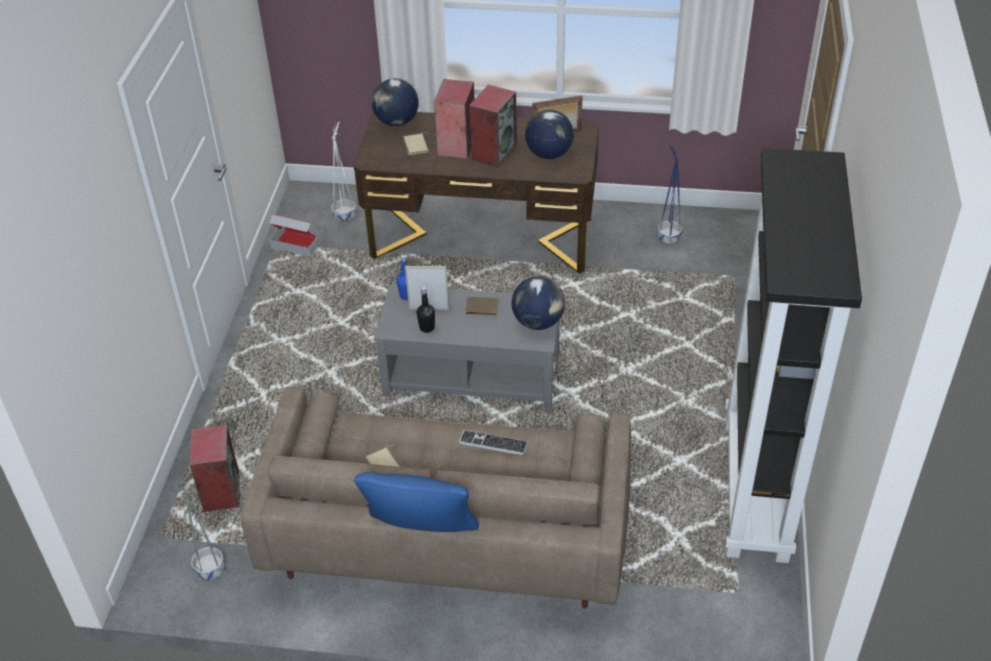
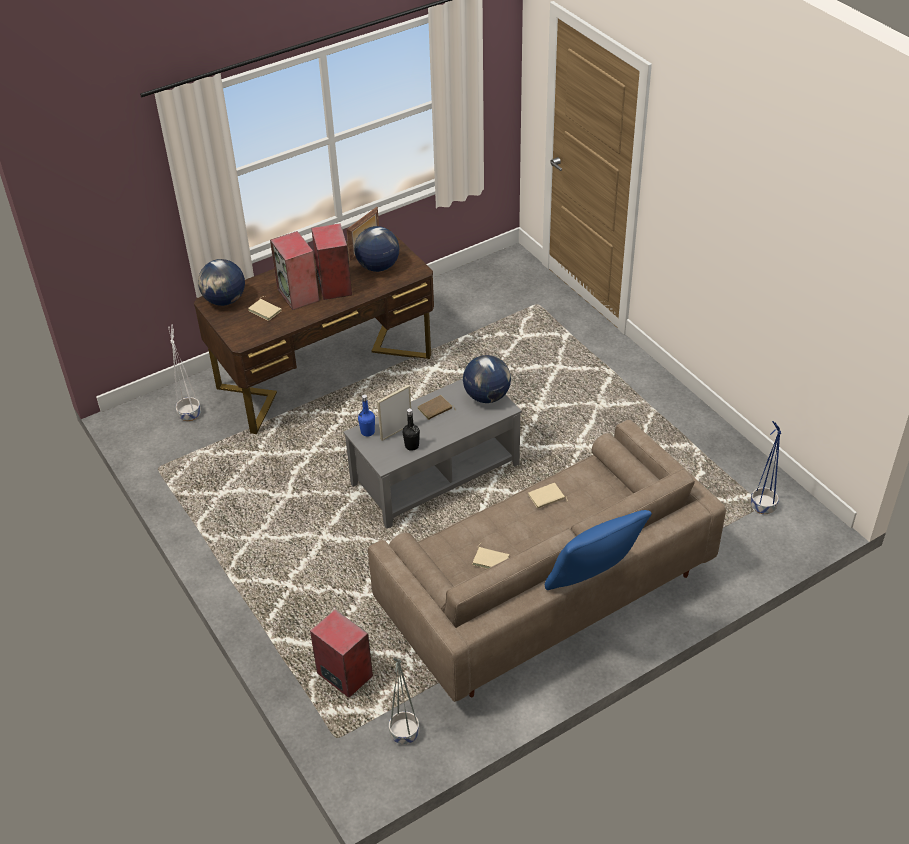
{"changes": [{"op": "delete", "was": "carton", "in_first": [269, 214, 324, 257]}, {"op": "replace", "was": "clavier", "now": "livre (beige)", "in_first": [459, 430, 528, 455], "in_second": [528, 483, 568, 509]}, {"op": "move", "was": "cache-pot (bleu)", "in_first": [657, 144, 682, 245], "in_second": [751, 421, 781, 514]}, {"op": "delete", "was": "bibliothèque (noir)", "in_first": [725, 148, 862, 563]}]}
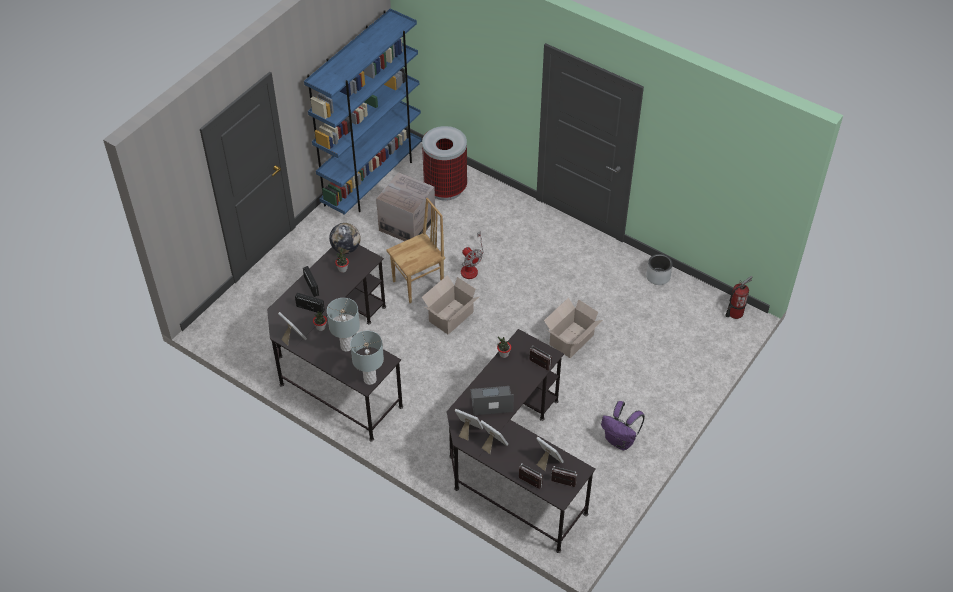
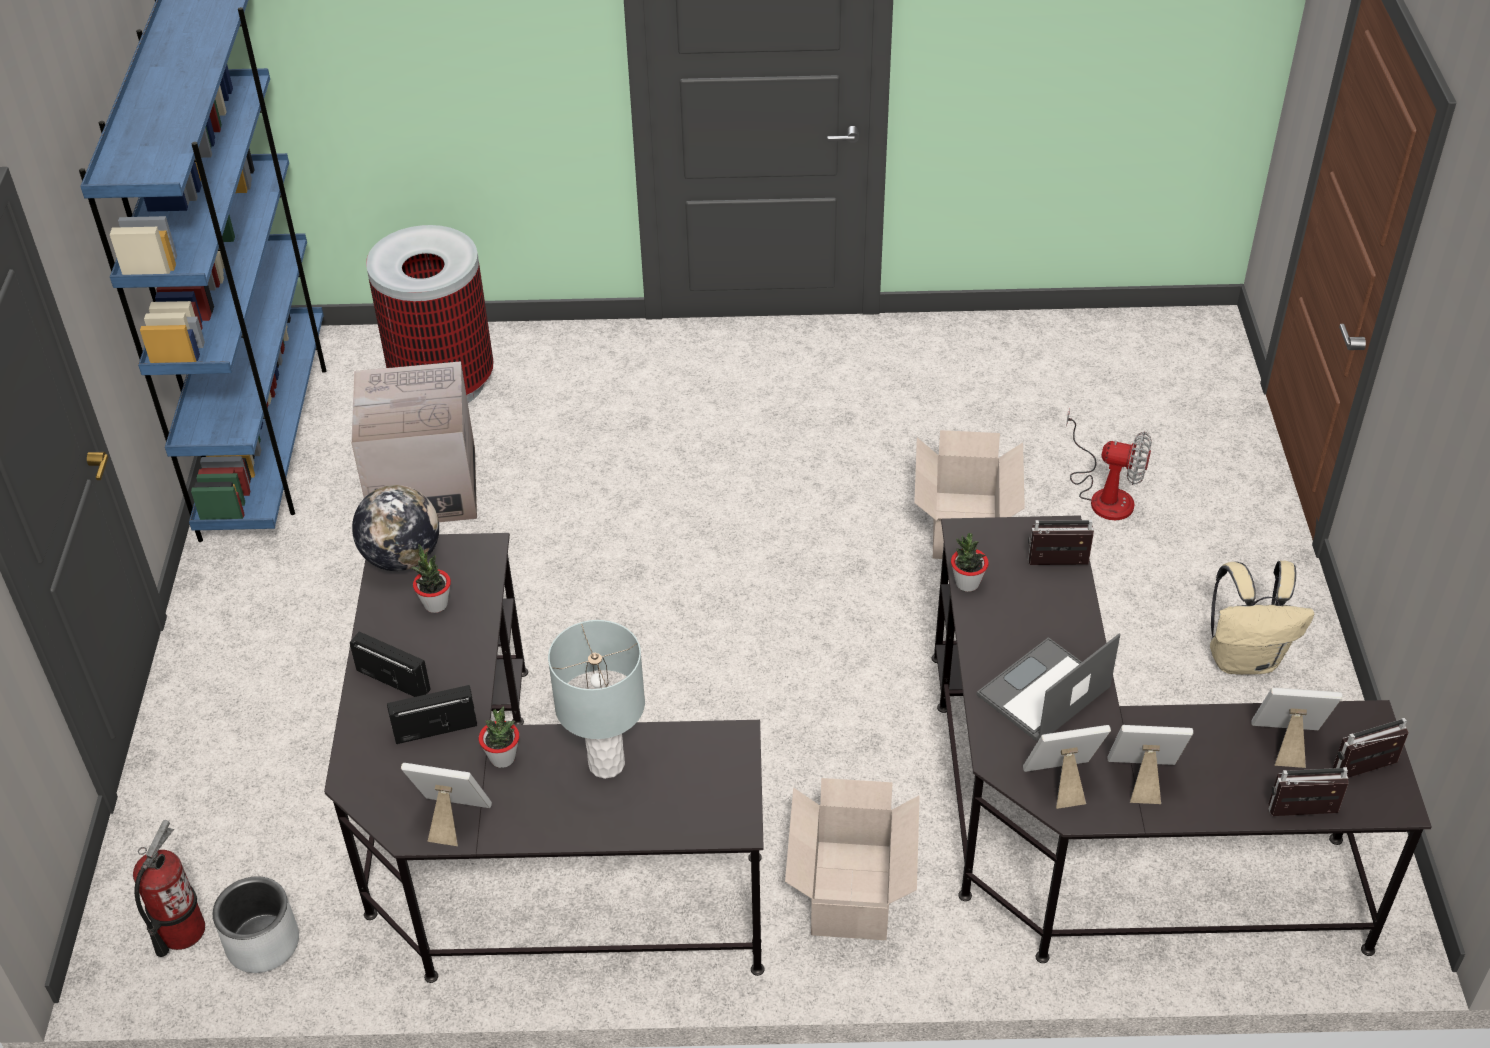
{"changes": [{"op": "delete", "was": "lampe de table (gris)", "in_first": [350, 331, 384, 385]}, {"op": "delete", "was": "chaise (marron)", "in_first": [387, 198, 445, 303]}, {"op": "move", "was": "carton", "in_first": [422, 275, 479, 335], "in_second": [785, 778, 920, 940]}, {"op": "move", "was": "ventilateur", "in_first": [461, 231, 483, 279], "in_second": [1066, 409, 1152, 520]}, {"op": "recolor", "was": "sac à dos (violet)", "now": "sac à dos (beige)", "in_first": [601, 401, 645, 450], "in_second": [1210, 561, 1314, 675]}, {"op": "move", "was": "cache-pot (gris)", "in_first": [646, 254, 673, 285], "in_second": [213, 876, 299, 973]}, {"op": "move", "was": "extincteur", "in_first": [725, 276, 753, 319], "in_second": [133, 820, 205, 957]}]}
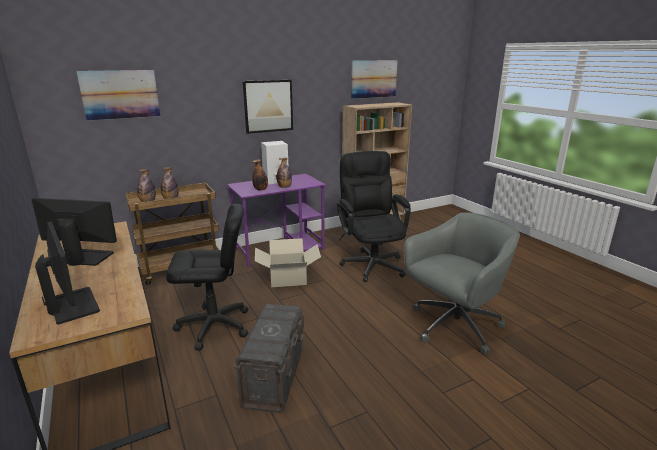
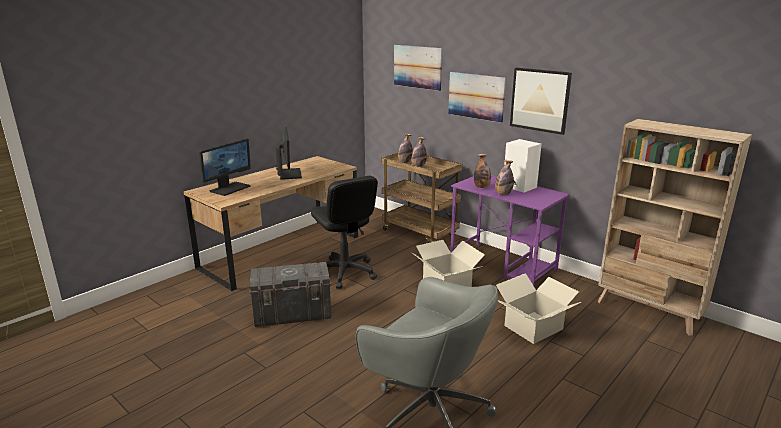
{"changes": [{"op": "replace", "was": "chaise de bureau (noir)", "now": "carton", "in_first": [337, 151, 411, 282], "in_second": [496, 273, 581, 344]}, {"op": "move", "was": "tableau", "in_first": [351, 60, 398, 99], "in_second": [448, 72, 506, 123]}]}
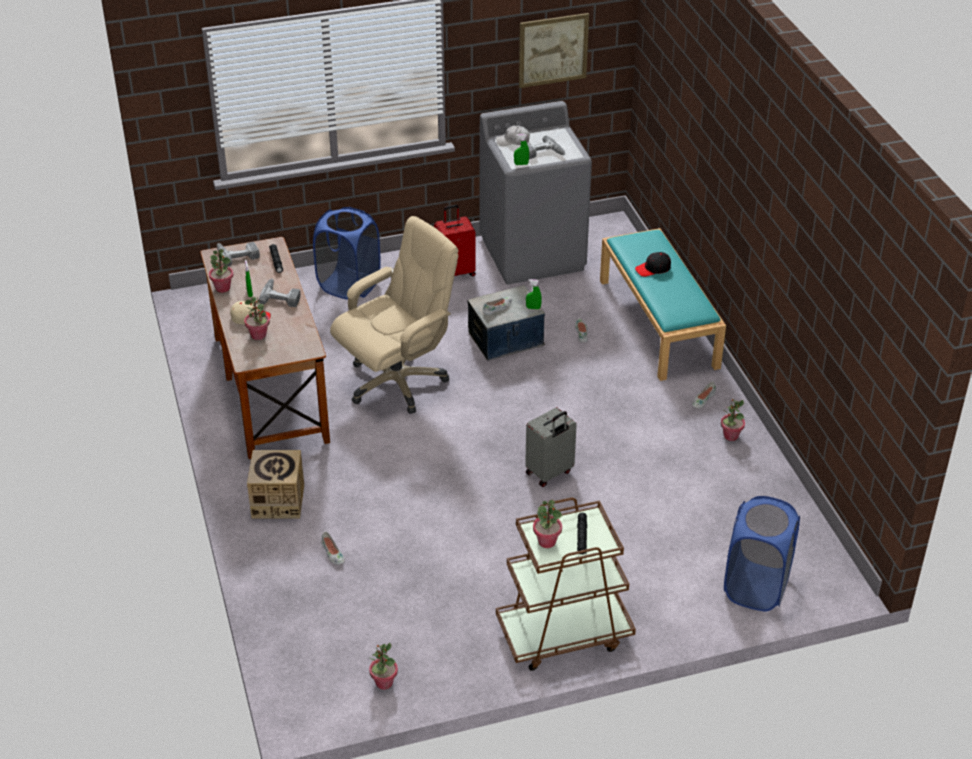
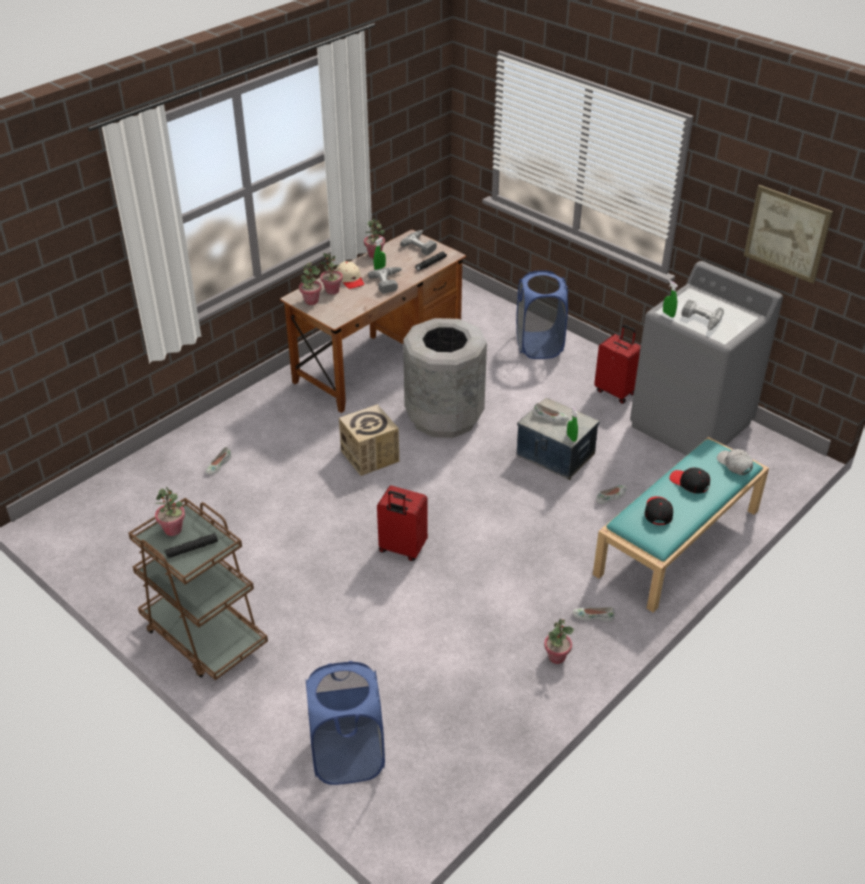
{"changes": [{"op": "move", "was": "carton", "in_first": [247, 450, 304, 519], "in_second": [339, 404, 399, 476]}, {"op": "replace", "was": "chaise de bureau (beige)", "now": "poubelle (gris)", "in_first": [330, 216, 459, 414], "in_second": [403, 318, 487, 438]}, {"op": "move", "was": "plante en pot", "in_first": [369, 643, 398, 690], "in_second": [299, 263, 322, 305]}, {"op": "move", "was": "casquette (blanc)", "in_first": [496, 125, 530, 146], "in_second": [717, 449, 753, 475]}, {"op": "recolor", "was": "valise (gris)", "now": "valise (rouge)", "in_first": [525, 407, 577, 487], "in_second": [377, 486, 428, 561]}, {"op": "insert", "now": "casquette (noir)", "in_second": [645, 496, 673, 525]}]}
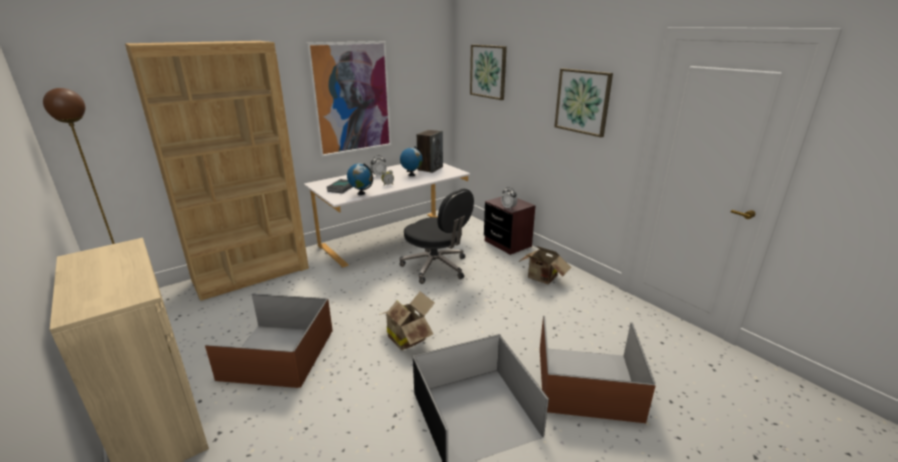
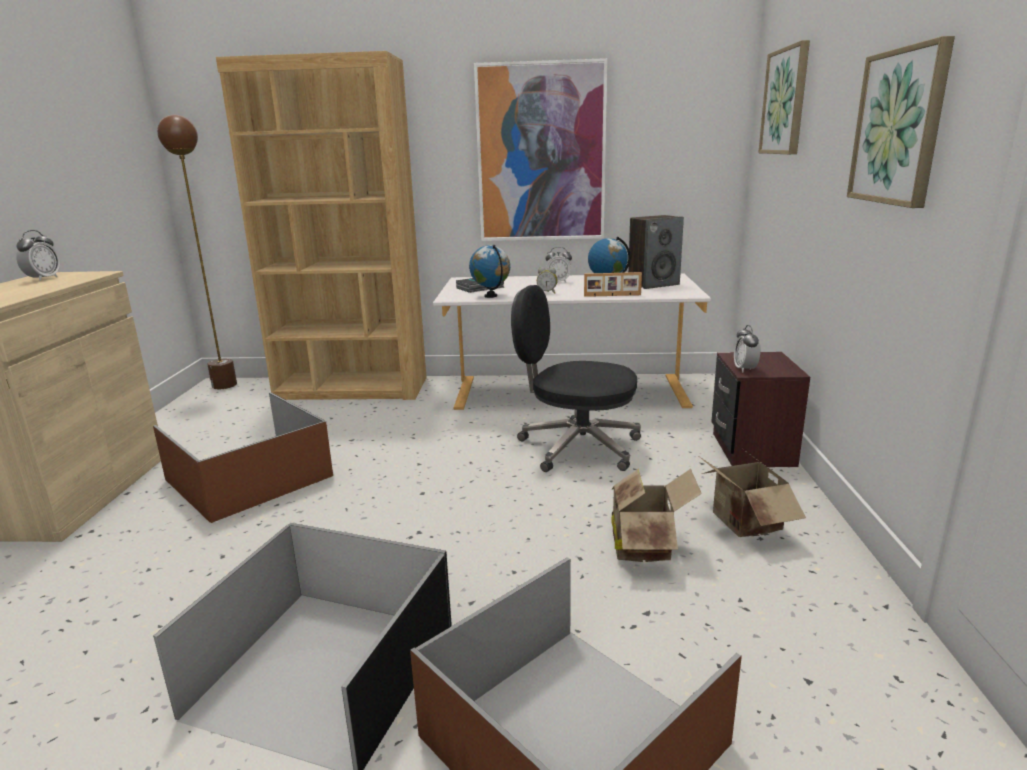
{"changes": [{"op": "move", "was": "carton", "in_first": [379, 291, 435, 350], "in_second": [611, 469, 702, 562]}, {"op": "rotate", "was": "chaise de bureau (noir)", "in_first": [400, 189, 474, 284], "in_second": [511, 285, 641, 472], "clockwise": 120}, {"op": "insert", "now": "réveil", "in_second": [16, 230, 60, 281]}, {"op": "insert", "now": "cadre photo", "in_second": [584, 272, 642, 297]}]}
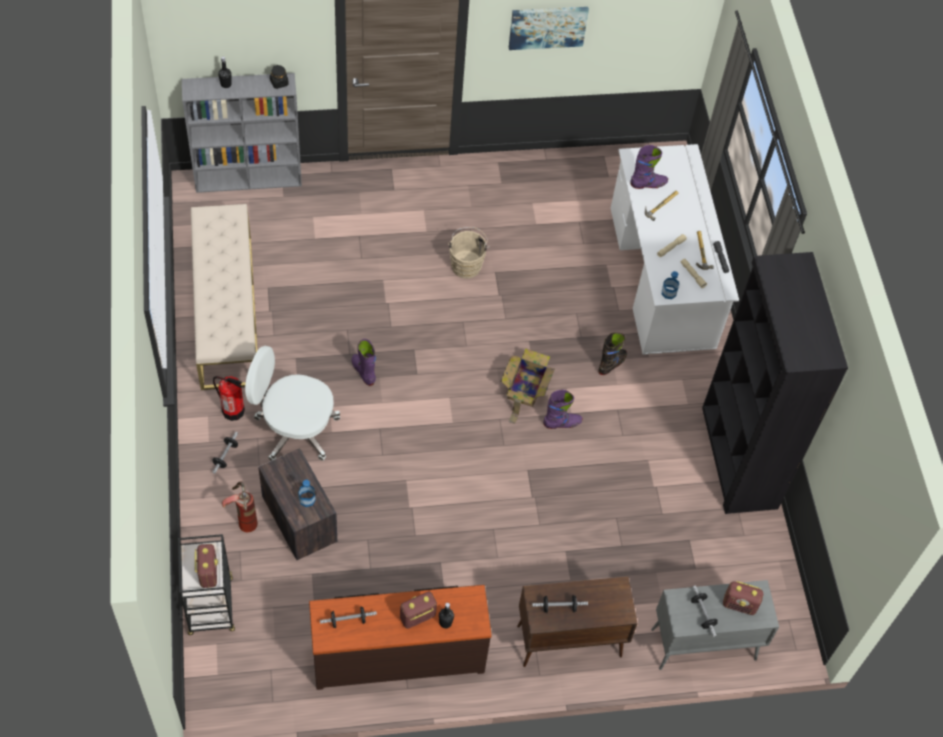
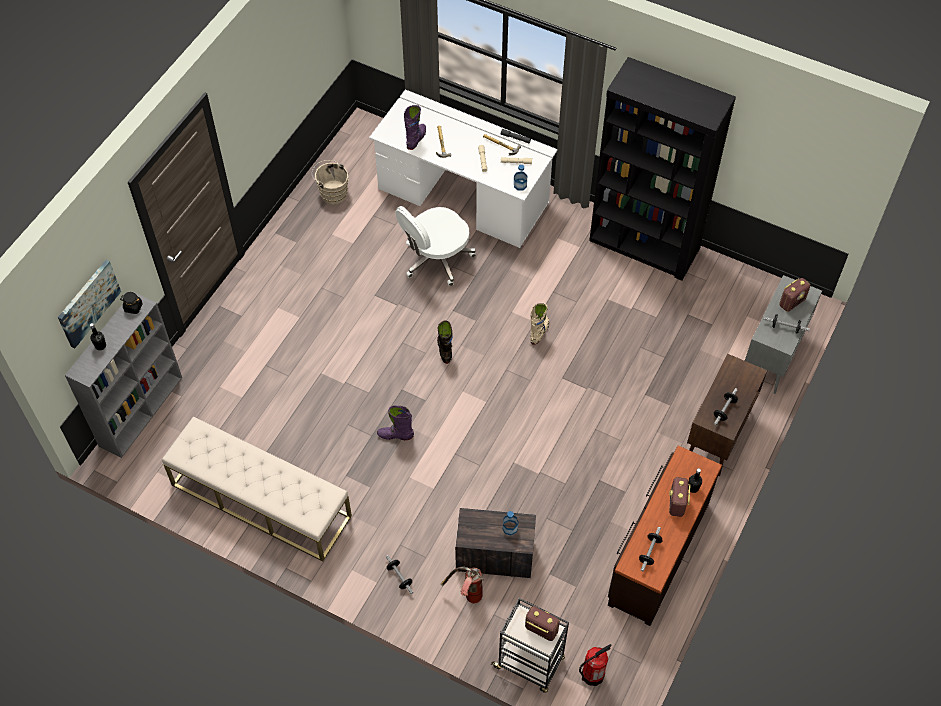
{"changes": [{"op": "move", "was": "extincteur", "in_first": [213, 376, 245, 421], "in_second": [579, 644, 612, 686]}, {"op": "move", "was": "chaise de bureau (blanc)", "in_first": [245, 346, 340, 461], "in_second": [395, 206, 476, 286]}, {"op": "move", "was": "seau (beige)", "in_first": [448, 227, 489, 279], "in_second": [312, 160, 348, 205]}, {"op": "delete", "was": "carton", "in_first": [501, 348, 555, 424]}, {"op": "move", "was": "tableau", "in_first": [509, 7, 589, 50], "in_second": [58, 260, 121, 349]}, {"op": "recolor", "was": "botte (violet)", "now": "botte (beige)", "in_first": [543, 389, 583, 429], "in_second": [530, 303, 549, 345]}, {"op": "move", "was": "botte (noir)", "in_first": [598, 332, 627, 375], "in_second": [437, 320, 452, 364]}]}
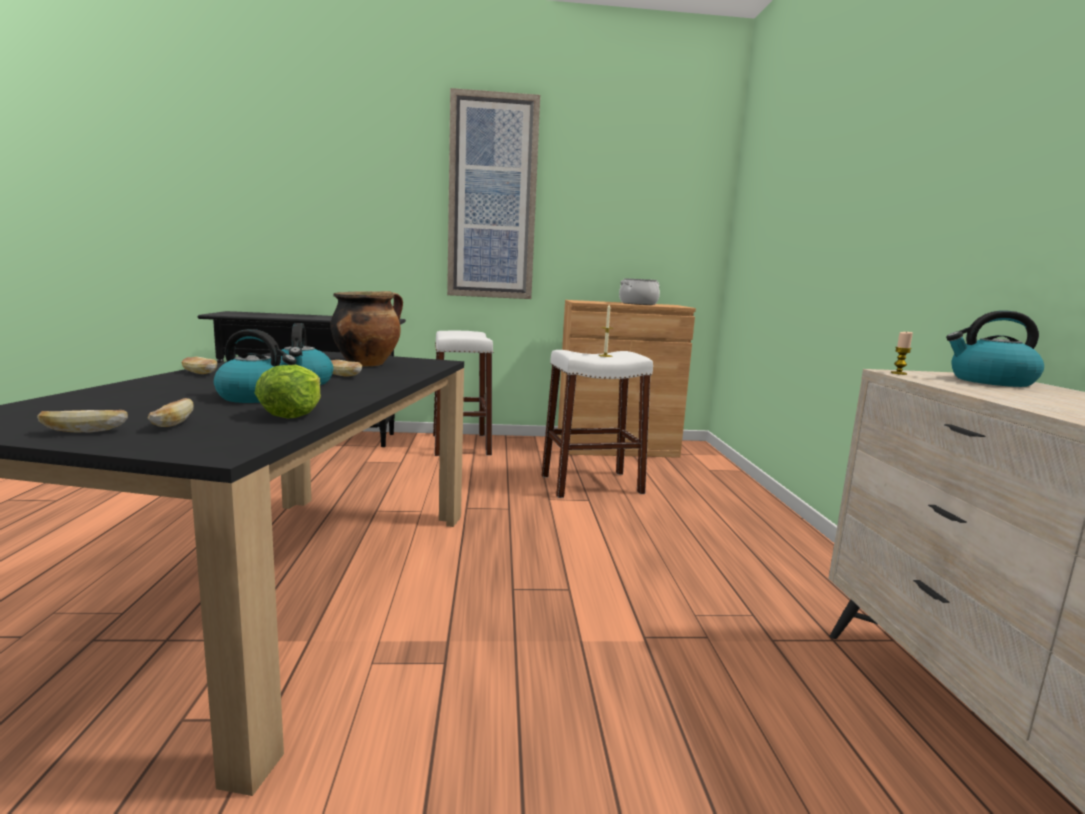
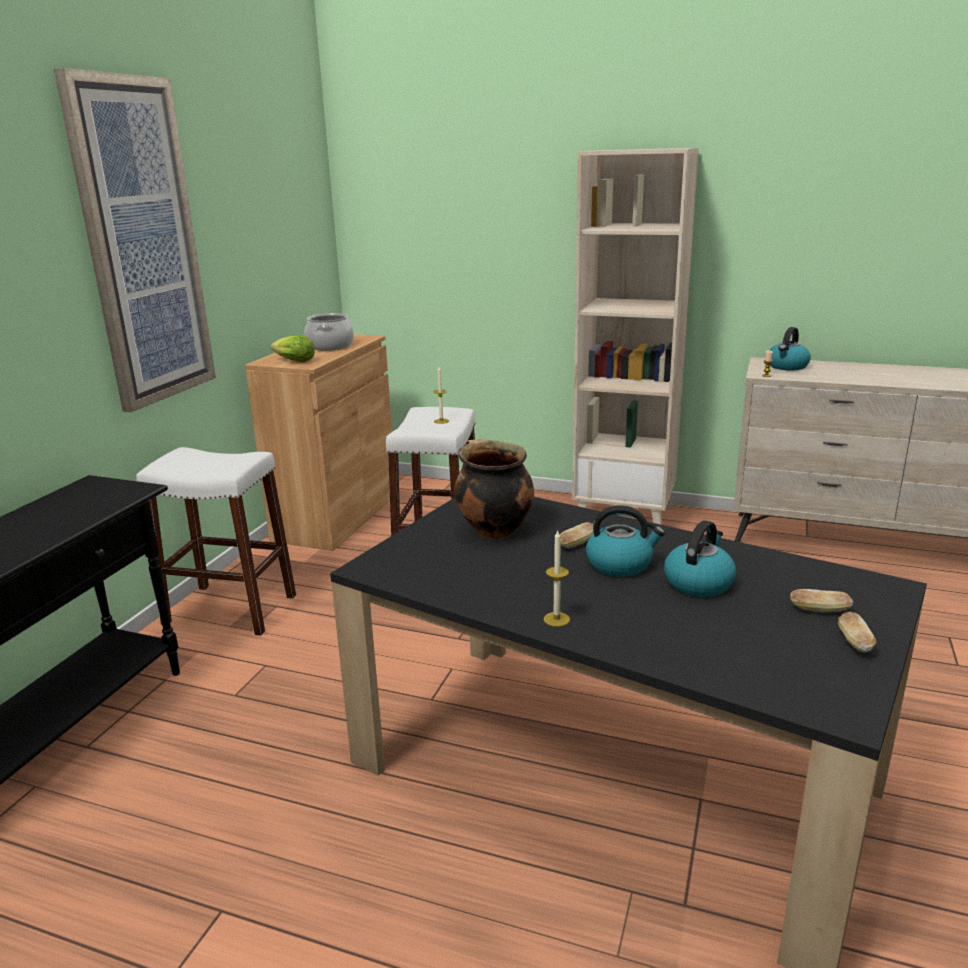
{"changes": [{"op": "replace", "was": "pain", "now": "bougie", "in_first": [181, 357, 217, 374], "in_second": [544, 531, 570, 627]}, {"op": "move", "was": "laitue", "in_first": [255, 365, 321, 419], "in_second": [270, 335, 315, 362]}, {"op": "insert", "now": "bibliothèque (beige)", "in_second": [572, 148, 699, 525]}]}
